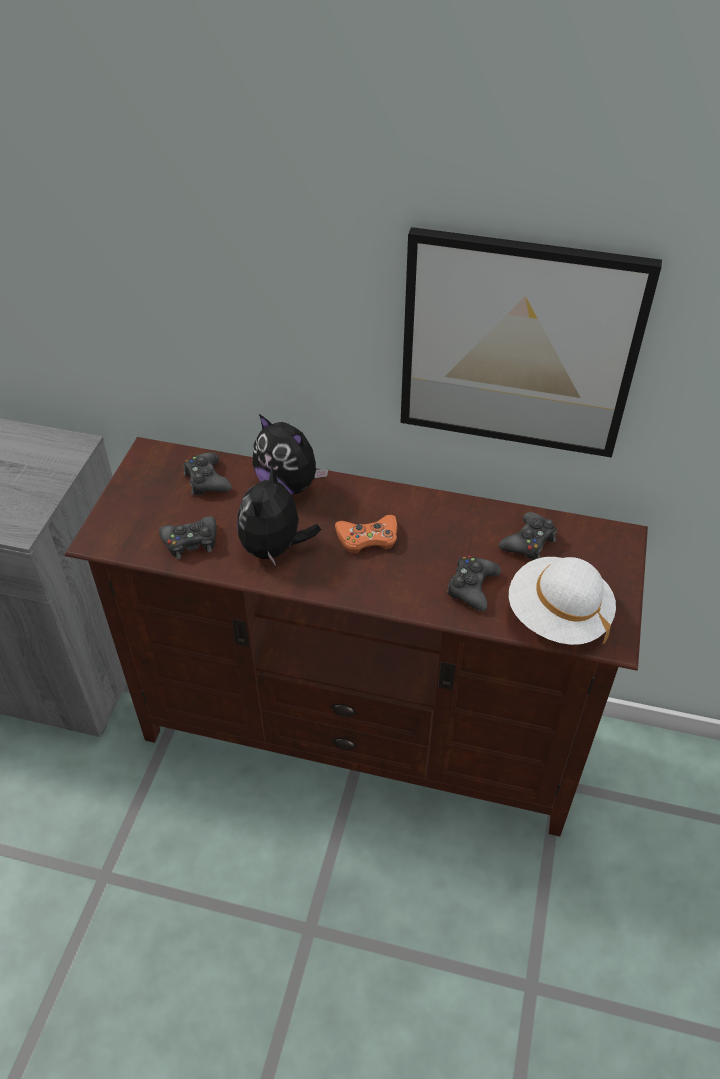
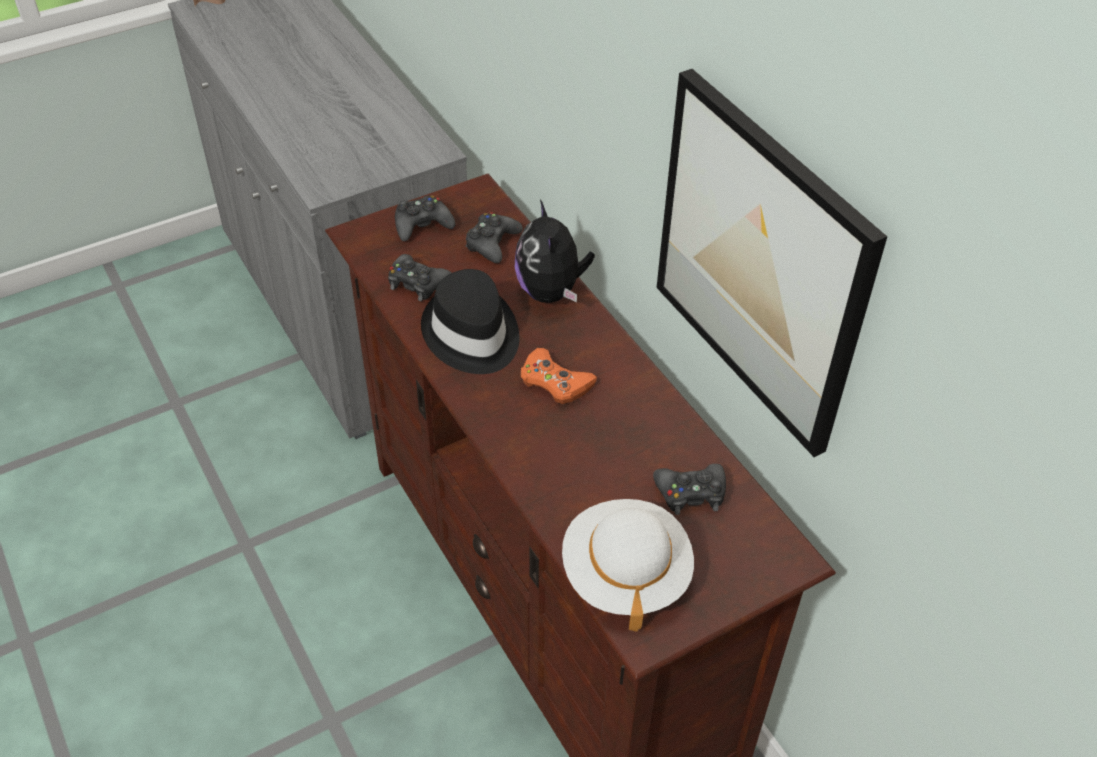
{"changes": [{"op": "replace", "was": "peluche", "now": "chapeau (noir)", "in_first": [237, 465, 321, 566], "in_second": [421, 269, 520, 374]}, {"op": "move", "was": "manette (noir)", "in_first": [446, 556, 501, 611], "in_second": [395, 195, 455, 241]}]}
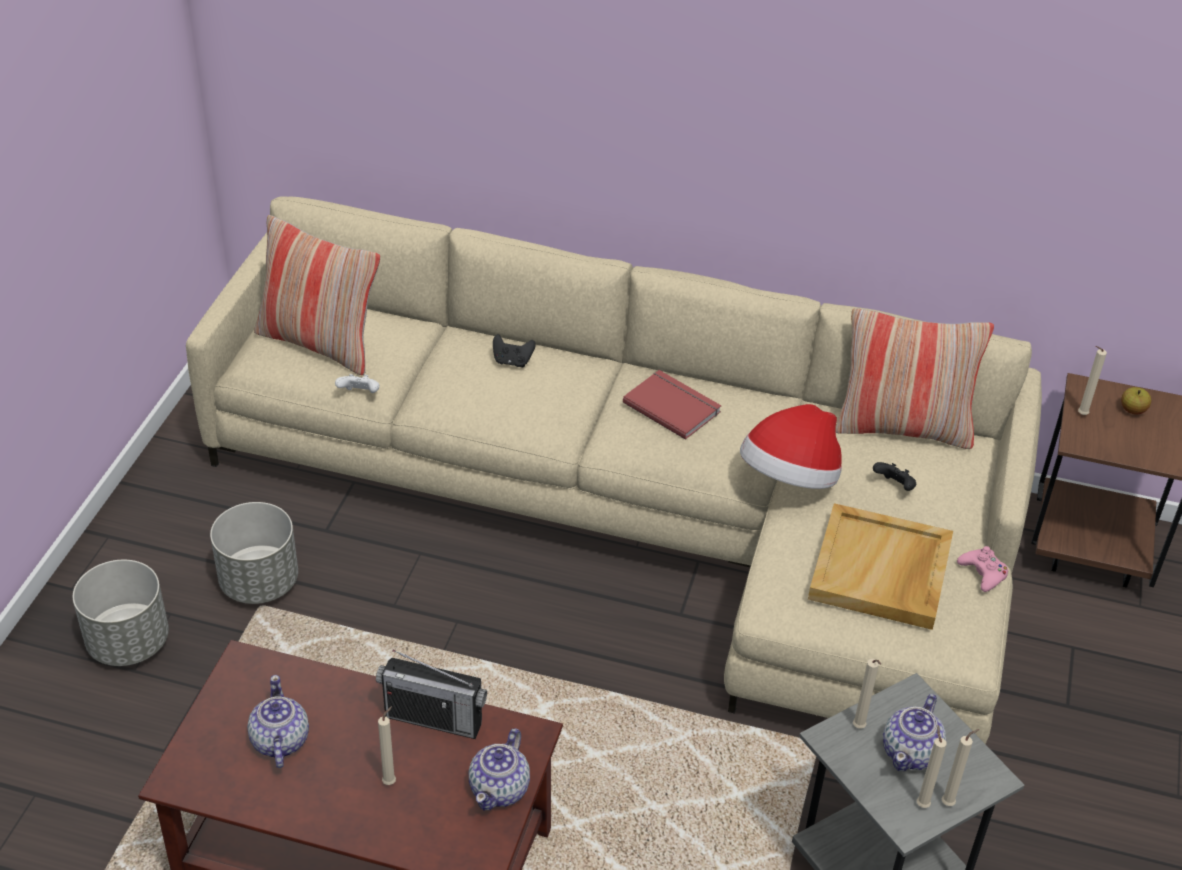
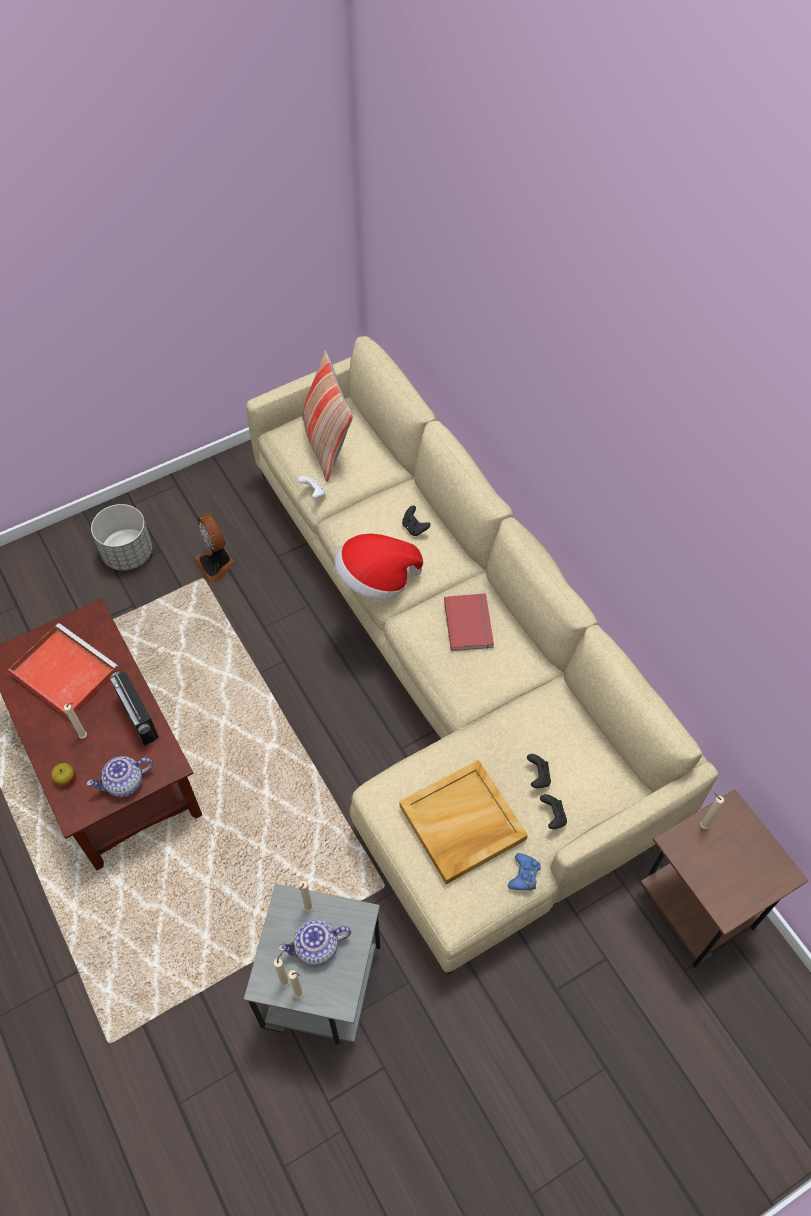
{"changes": [{"op": "replace", "was": "cache-pot (gris)", "now": "ventilateur", "in_first": [210, 502, 298, 604], "in_second": [194, 513, 235, 583]}, {"op": "replace", "was": "théière", "now": "plateau (rouge)", "in_first": [247, 675, 309, 768], "in_second": [8, 623, 119, 719]}, {"op": "move", "was": "chapeau", "in_first": [740, 404, 842, 489], "in_second": [335, 534, 423, 599]}, {"op": "delete", "was": "coussin", "in_first": [835, 308, 994, 449]}, {"op": "recolor", "was": "manette (rose)", "now": "manette (bleu)", "in_first": [957, 546, 1008, 592], "in_second": [508, 853, 540, 890]}, {"op": "move", "was": "pomme", "in_first": [1121, 387, 1151, 414], "in_second": [51, 763, 75, 786]}, {"op": "insert", "now": "manette (noir)", "in_second": [540, 794, 567, 829]}]}
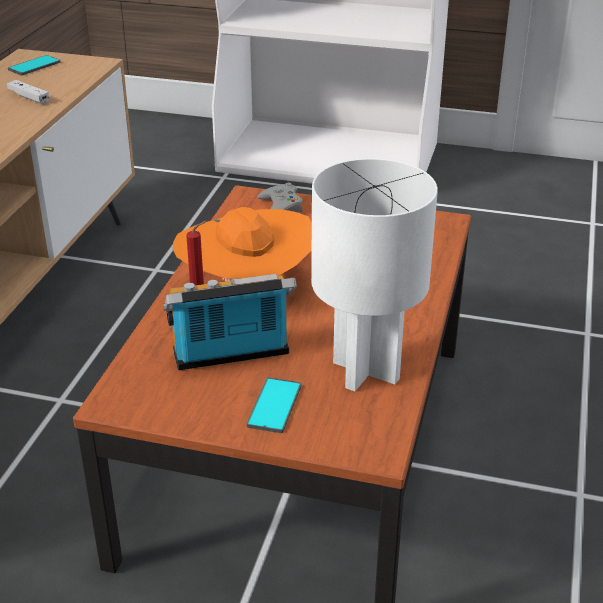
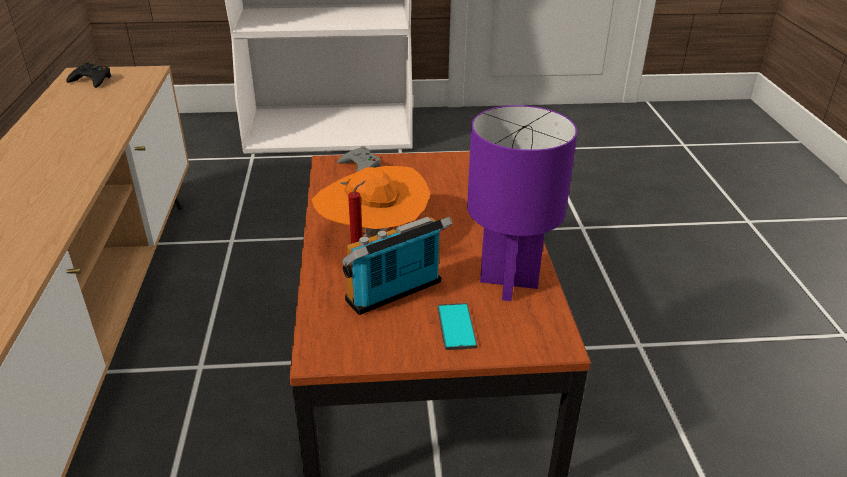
{"changes": [{"op": "delete", "was": "manette (blanc)", "in_first": [7, 80, 49, 104]}, {"op": "replace", "was": "téléphone", "now": "manette (noir)", "in_first": [8, 55, 61, 76], "in_second": [66, 62, 111, 88]}, {"op": "recolor", "was": "lampe de table (blanc)", "now": "lampe de table (violet)", "in_first": [311, 158, 438, 391], "in_second": [467, 105, 577, 301]}]}
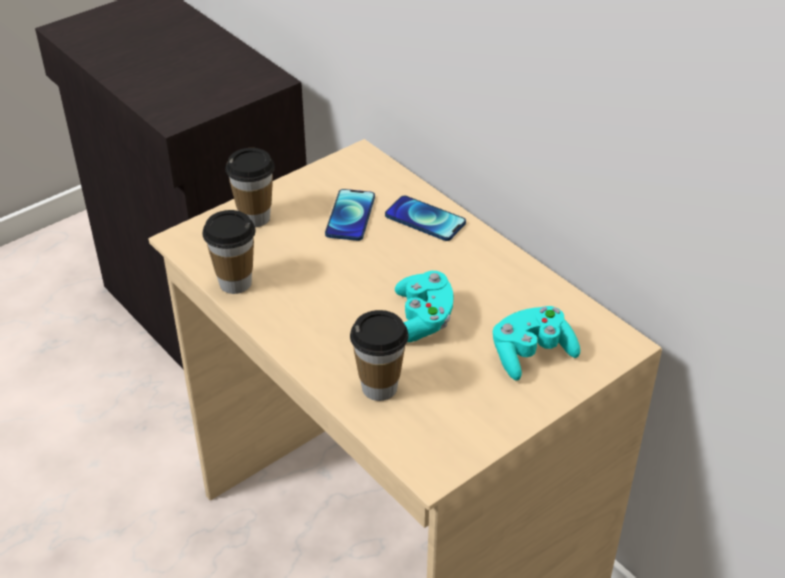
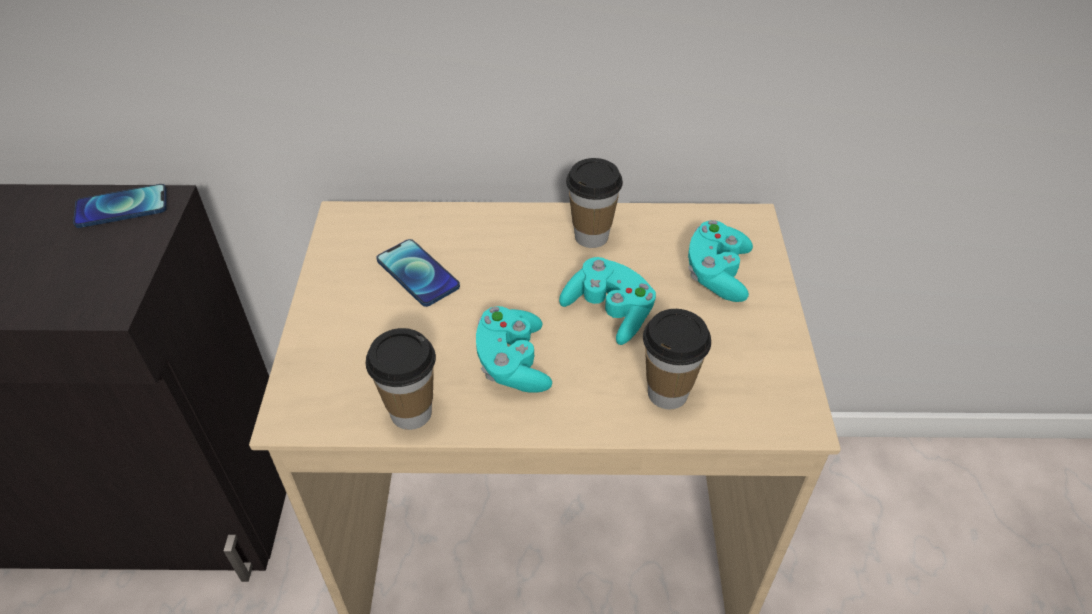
{"changes": [{"op": "move", "was": "tasse", "in_first": [225, 148, 275, 227], "in_second": [566, 158, 623, 248]}, {"op": "move", "was": "téléphone", "in_first": [385, 196, 466, 241], "in_second": [73, 184, 167, 228]}, {"op": "insert", "now": "manette (turquoise)", "in_second": [476, 306, 552, 393]}]}
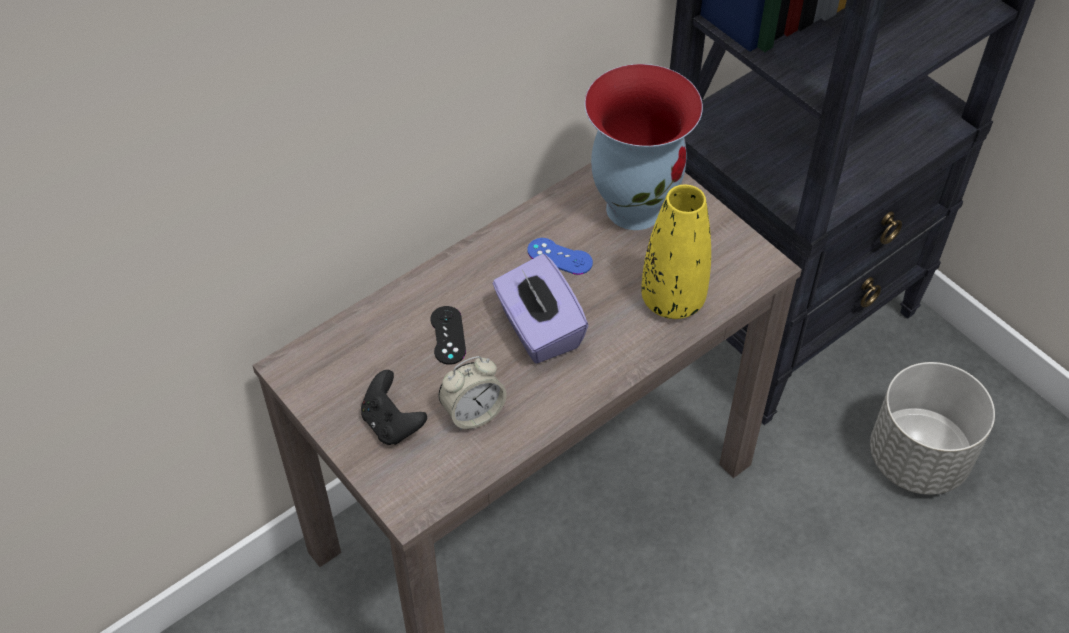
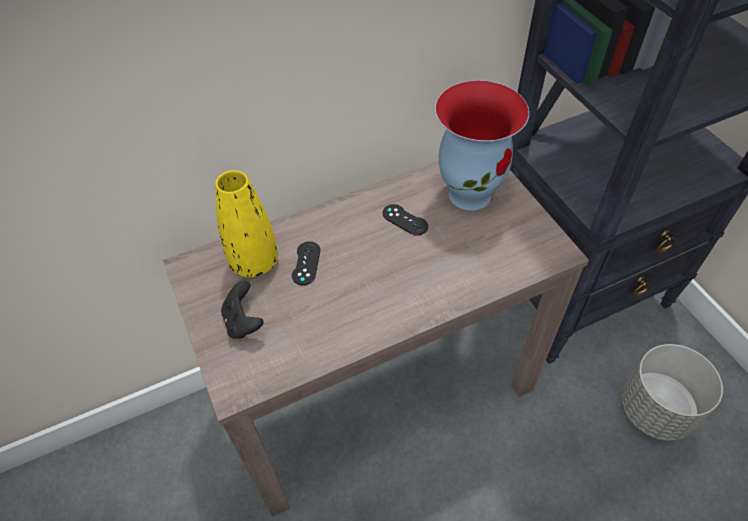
{"changes": [{"op": "delete", "was": "réveil", "in_first": [438, 356, 507, 431]}, {"op": "delete", "was": "boîte à mouchoirs (violet)", "in_first": [492, 254, 589, 363]}, {"op": "recolor", "was": "manette (bleu)", "now": "manette (noir)", "in_first": [527, 238, 593, 275], "in_second": [383, 204, 428, 235]}, {"op": "move", "was": "vase (jaune)", "in_first": [641, 185, 711, 319], "in_second": [215, 170, 278, 277]}]}
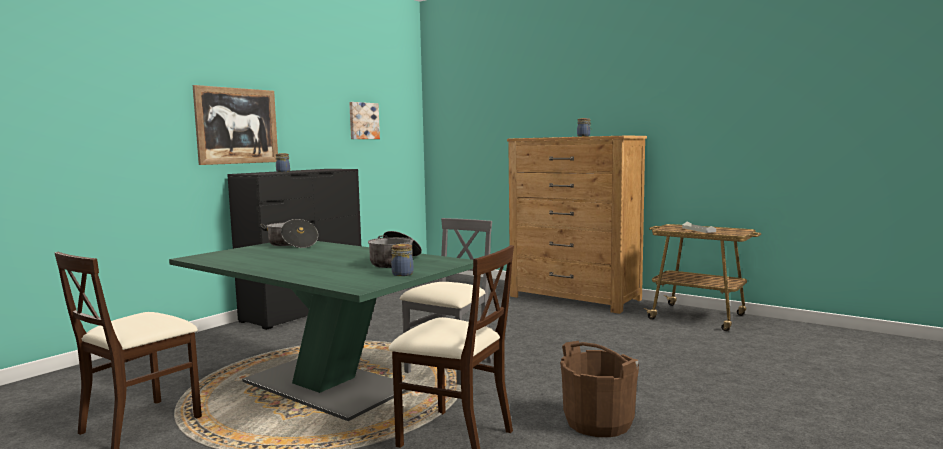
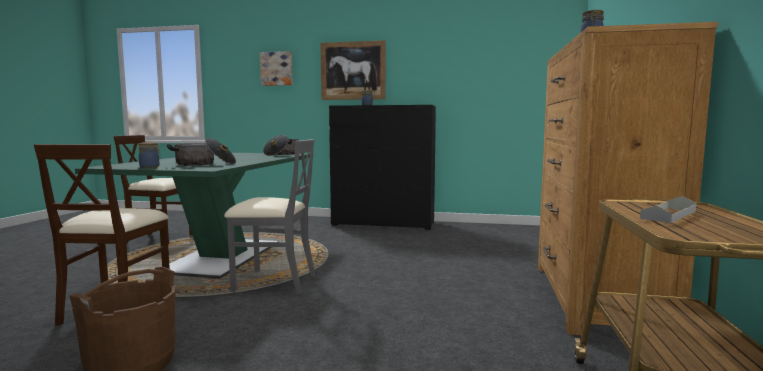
{"changes": [{"op": "move", "was": "tableau", "in_first": [349, 102, 380, 139], "in_second": [260, 51, 293, 86]}]}
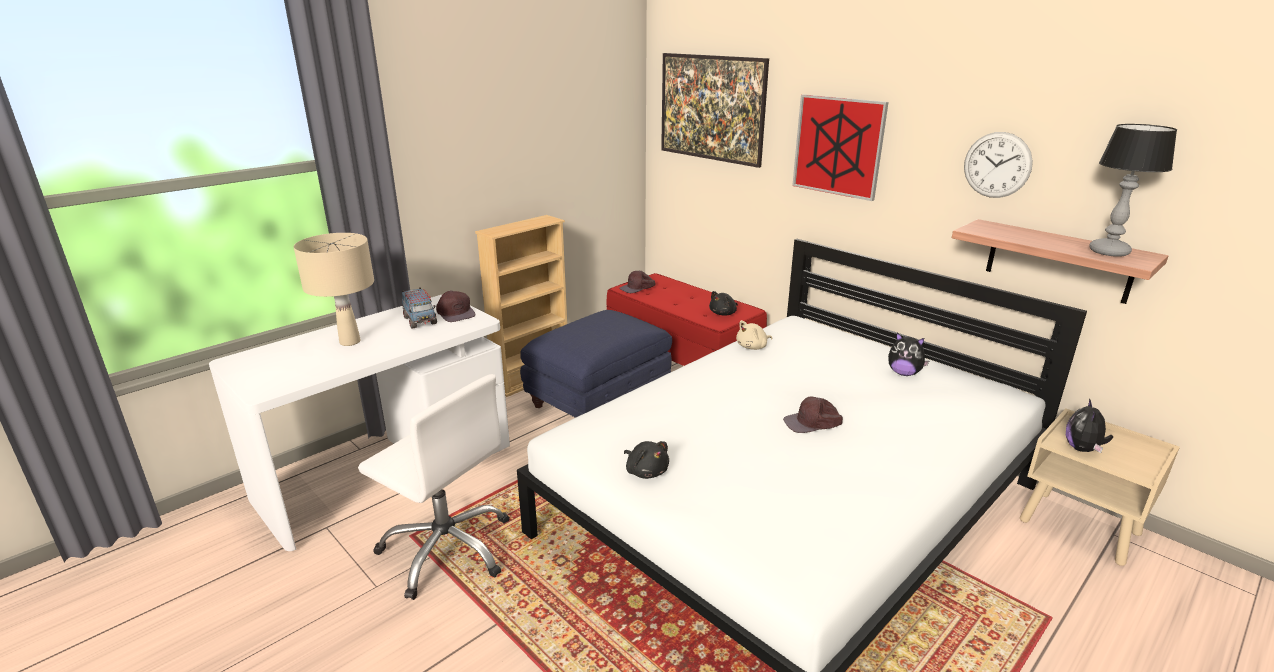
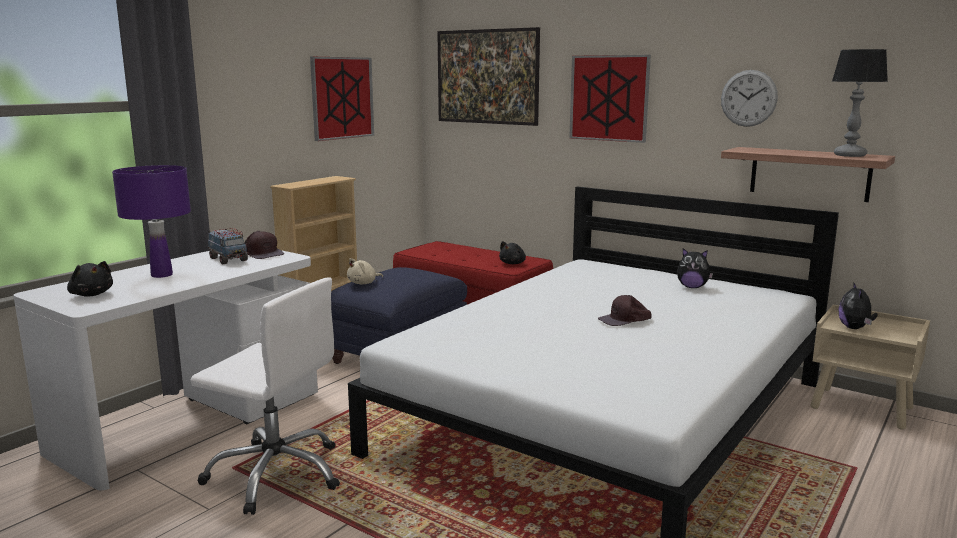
{"changes": [{"op": "recolor", "was": "lampe de table (beige)", "now": "lampe de table (violet)", "in_first": [294, 233, 374, 346], "in_second": [112, 165, 191, 278]}, {"op": "delete", "was": "casquette (marron)", "in_first": [619, 271, 656, 293]}, {"op": "move", "was": "peluche (noir)", "in_first": [624, 441, 669, 479], "in_second": [67, 261, 113, 297]}, {"op": "move", "was": "peluche (beige)", "in_first": [736, 320, 772, 350], "in_second": [347, 258, 383, 284]}, {"op": "insert", "now": "tableau", "in_second": [310, 57, 374, 141]}]}
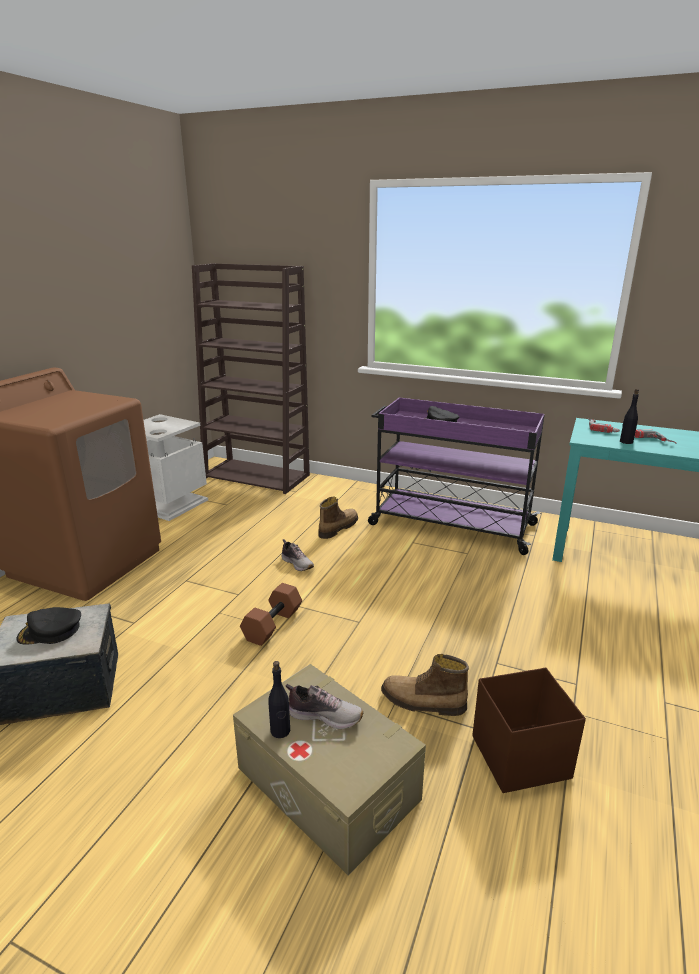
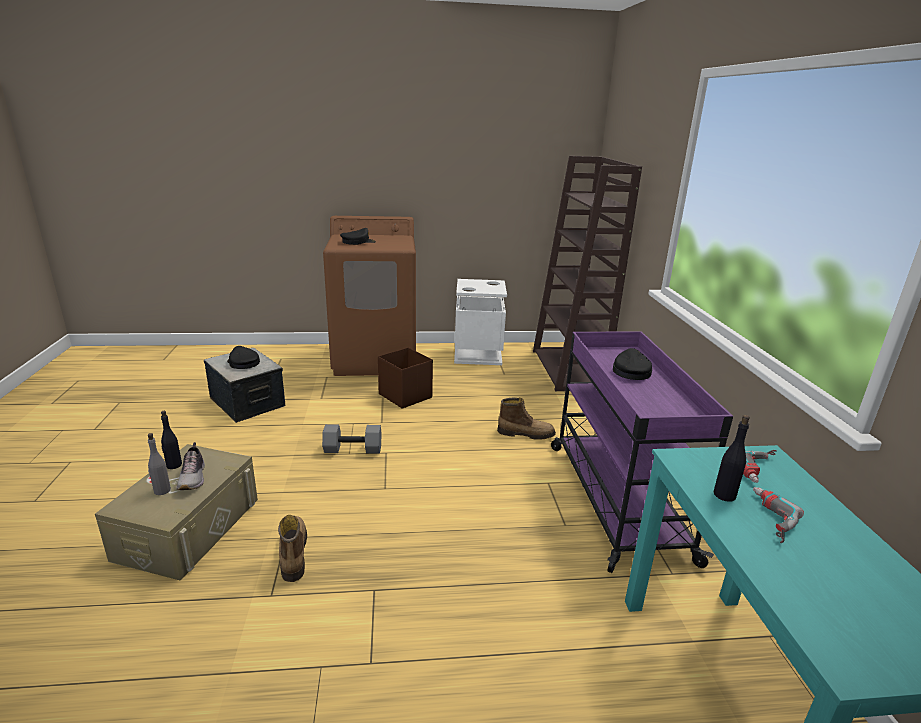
{"changes": [{"op": "recolor", "was": "haltère (marron)", "now": "haltère (gris)", "in_first": [240, 583, 302, 646], "in_second": [322, 424, 381, 454]}, {"op": "delete", "was": "chaussure", "in_first": [281, 539, 314, 571]}, {"op": "move", "was": "boîte de rangement (marron)", "in_first": [472, 668, 586, 793], "in_second": [378, 347, 433, 409]}, {"op": "insert", "now": "bouteille (gris)", "in_second": [148, 433, 171, 495]}, {"op": "insert", "now": "casquette (noir)", "in_second": [340, 228, 376, 245]}]}
